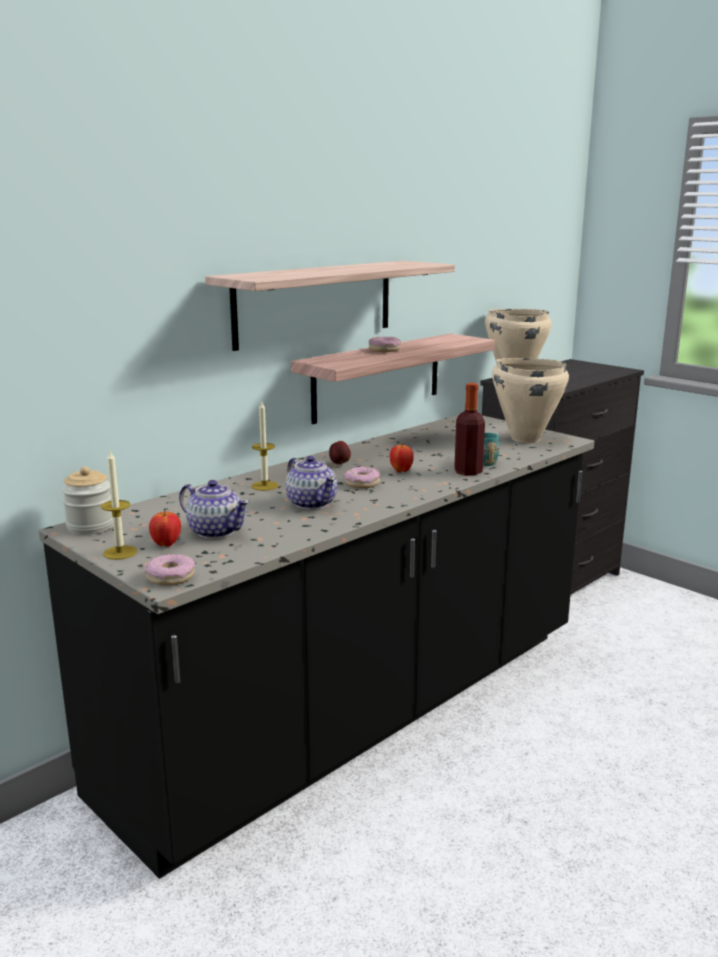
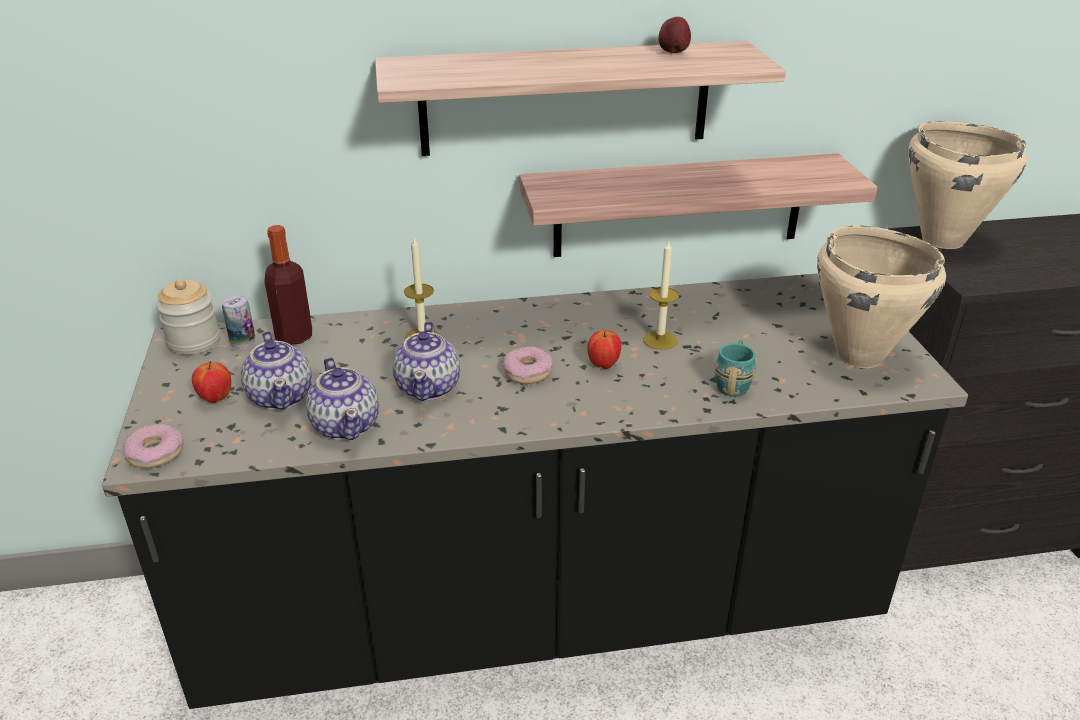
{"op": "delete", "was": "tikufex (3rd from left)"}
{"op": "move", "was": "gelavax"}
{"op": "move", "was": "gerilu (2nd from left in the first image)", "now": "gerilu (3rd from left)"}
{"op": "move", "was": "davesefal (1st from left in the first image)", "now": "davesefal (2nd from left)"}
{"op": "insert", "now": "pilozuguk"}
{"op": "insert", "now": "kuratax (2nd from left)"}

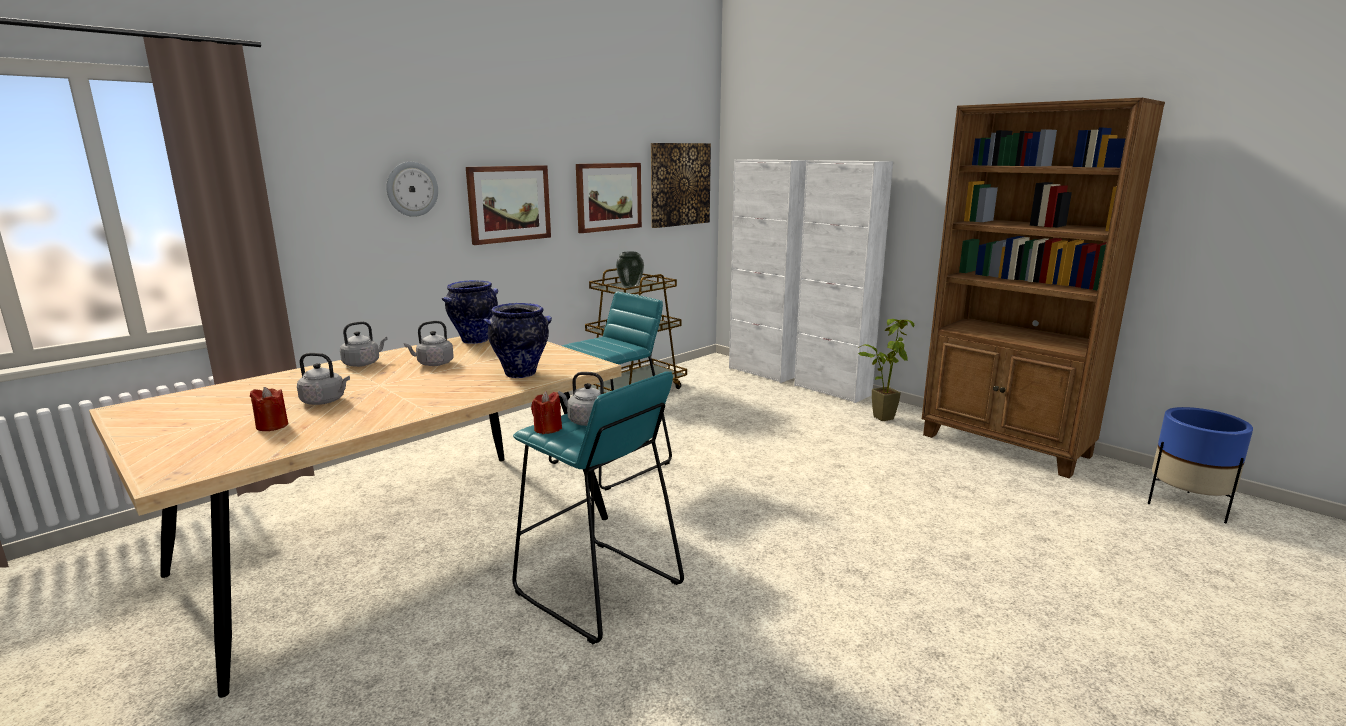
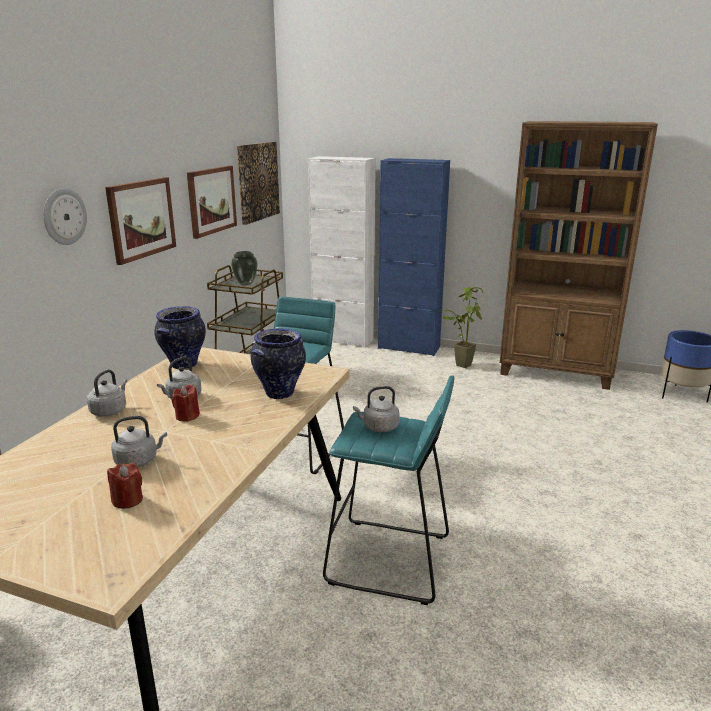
{"op": "recolor", "was": "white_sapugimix (2nd from left)", "now": "blue_sapugimix"}
{"op": "move", "was": "red_davesefal (2nd from left)"}

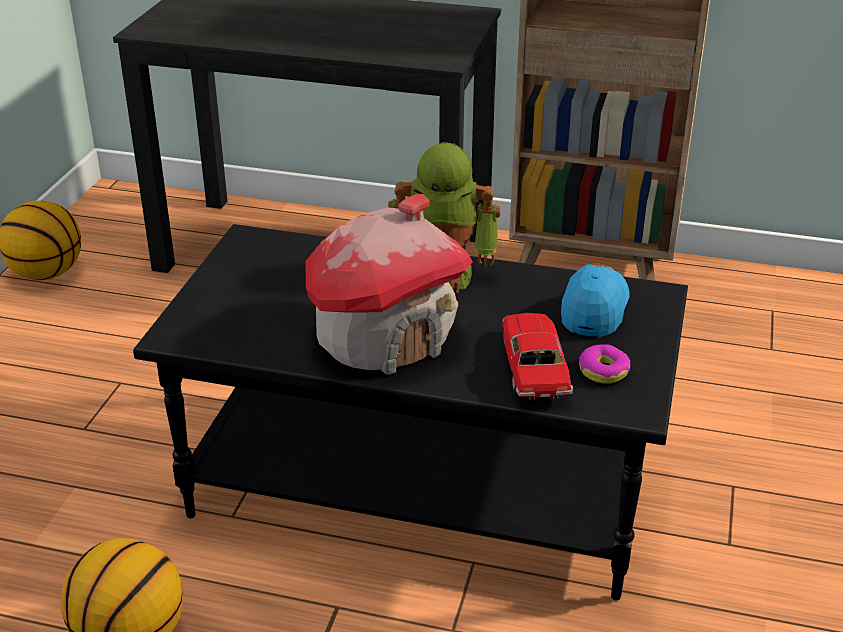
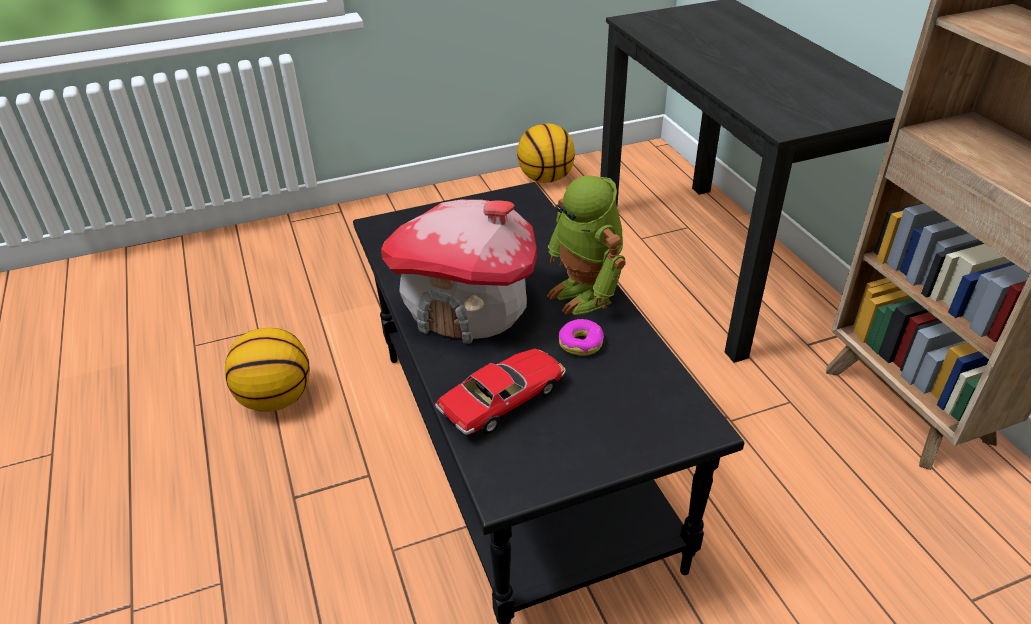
{"op": "delete", "was": "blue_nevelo"}
{"op": "move", "was": "tikufex"}

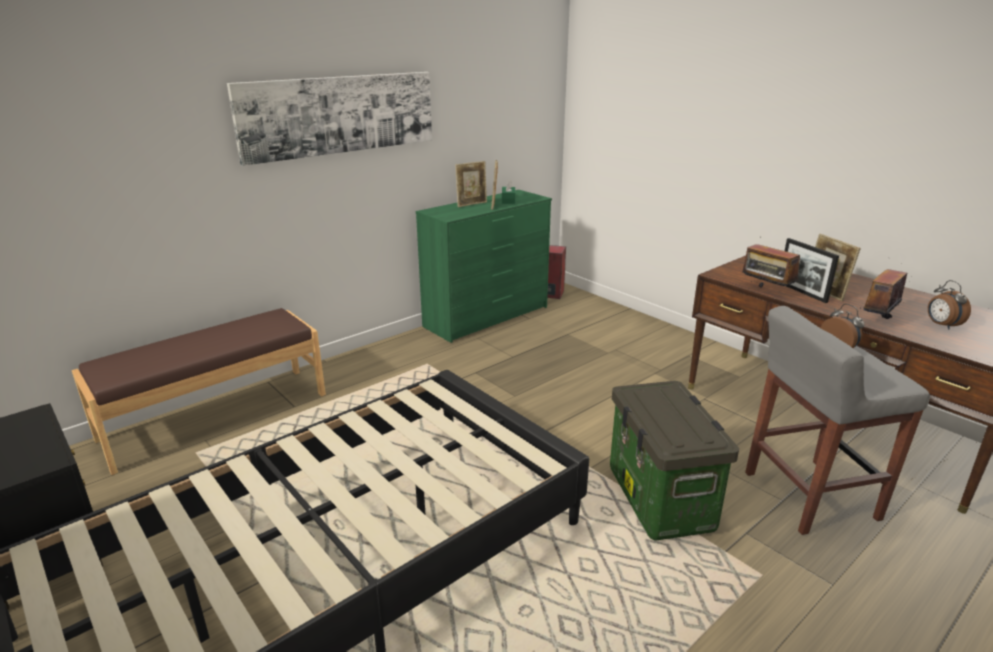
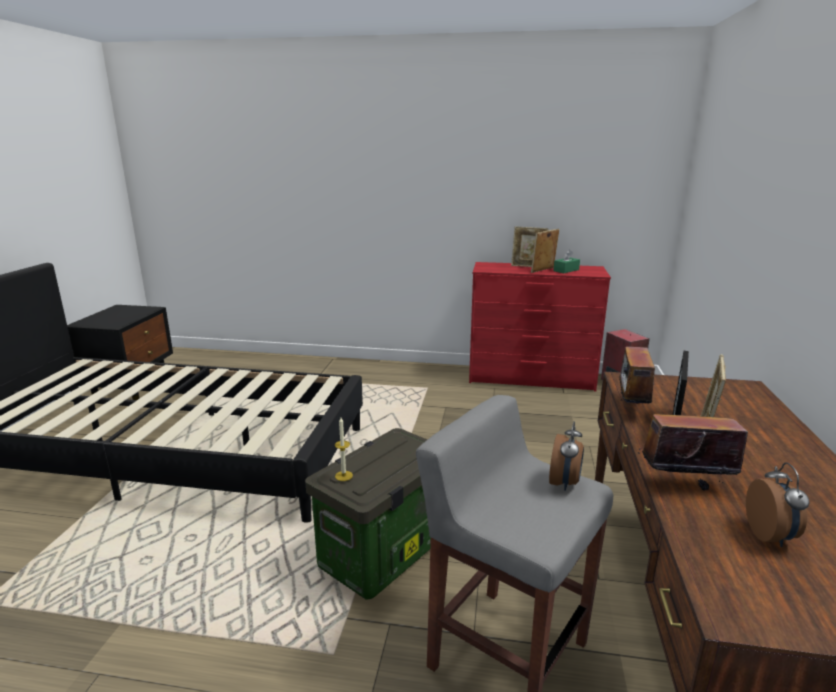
{"op": "delete", "was": "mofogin"}
{"op": "recolor", "was": "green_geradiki", "now": "red_geradiki"}
{"op": "rotate", "was": "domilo (2nd from left)", "clockwise": 150}
{"op": "delete", "was": "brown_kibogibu"}
{"op": "insert", "now": "davesefal"}

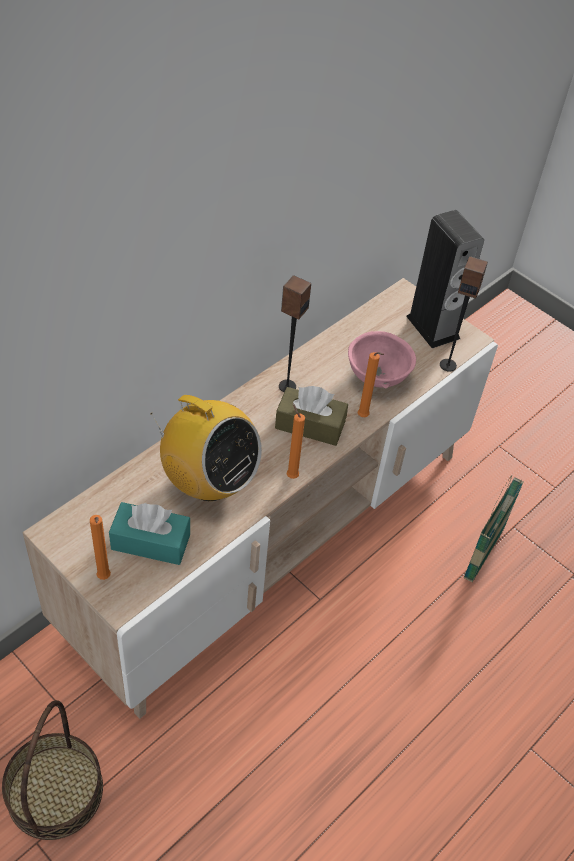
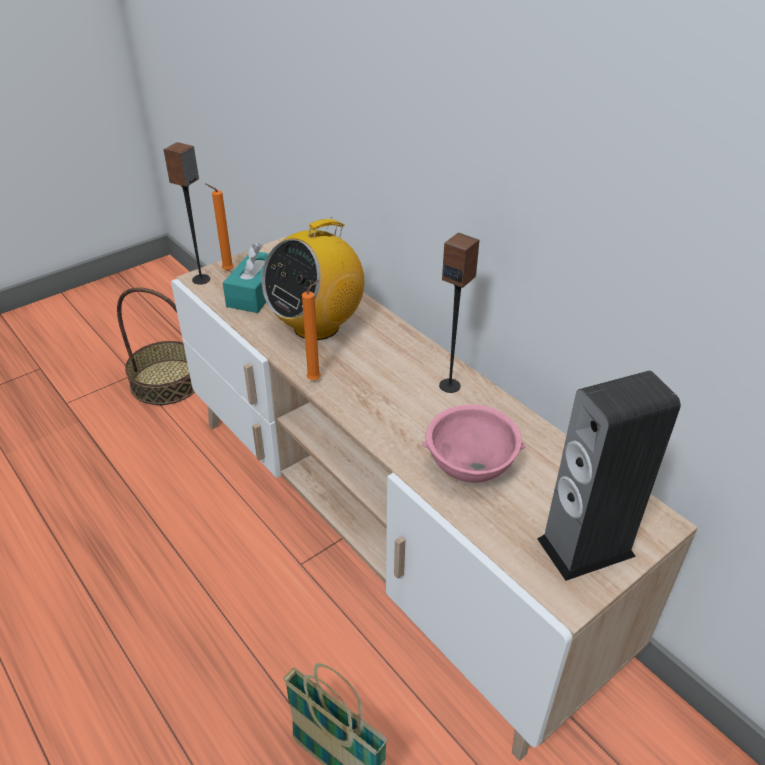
{"op": "move", "was": "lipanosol (3rd from left in the first image)", "now": "lipanosol (1st from left)"}
{"op": "delete", "was": "orange_davesefal (3rd from left)"}
{"op": "delete", "was": "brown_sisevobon"}

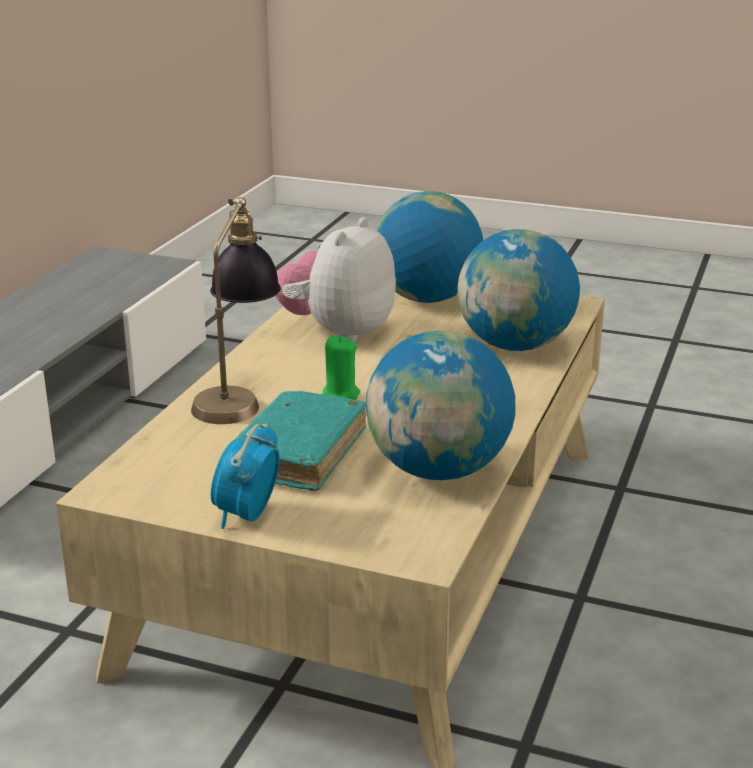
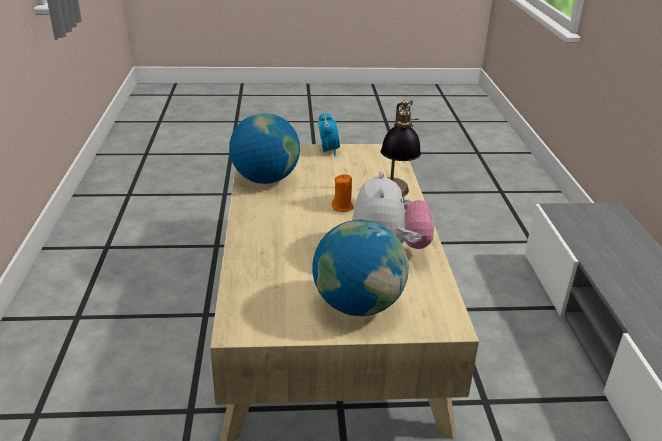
{"op": "delete", "was": "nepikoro (3rd from left)"}
{"op": "recolor", "was": "green_davesefal", "now": "orange_davesefal"}
{"op": "delete", "was": "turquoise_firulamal"}

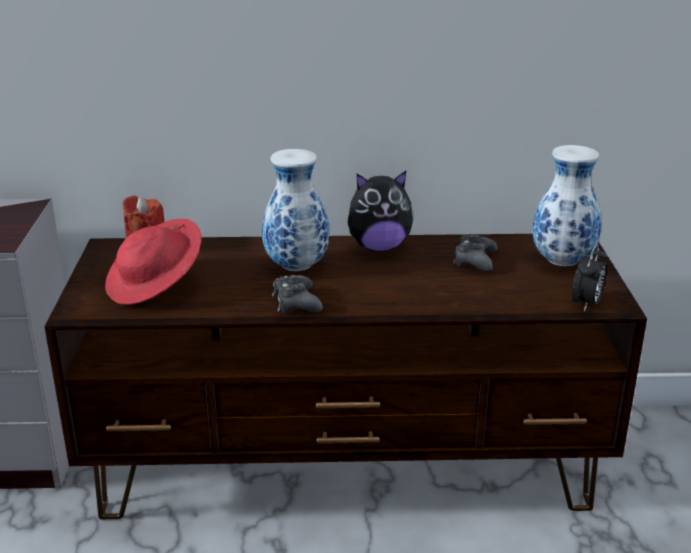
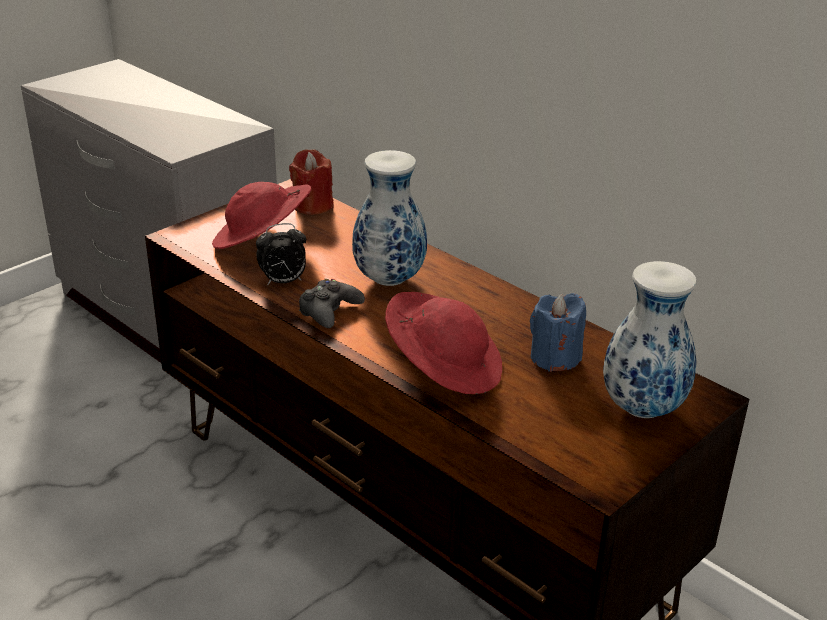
{"op": "delete", "was": "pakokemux"}
{"op": "replace", "was": "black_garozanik (2nd from left)", "now": "blue_davesefal"}
{"op": "move", "was": "domilo"}
{"op": "insert", "now": "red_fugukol (2nd from left)"}

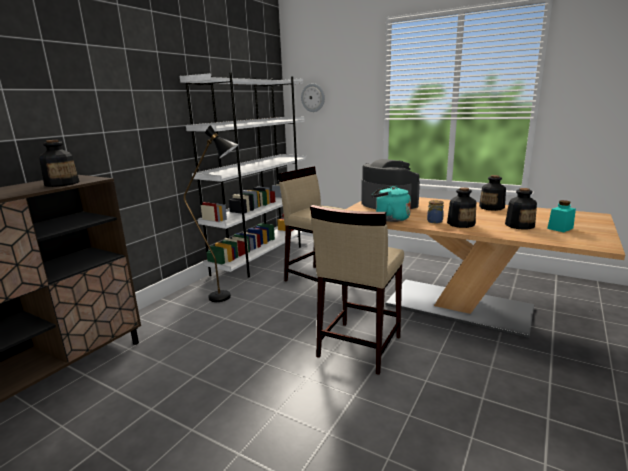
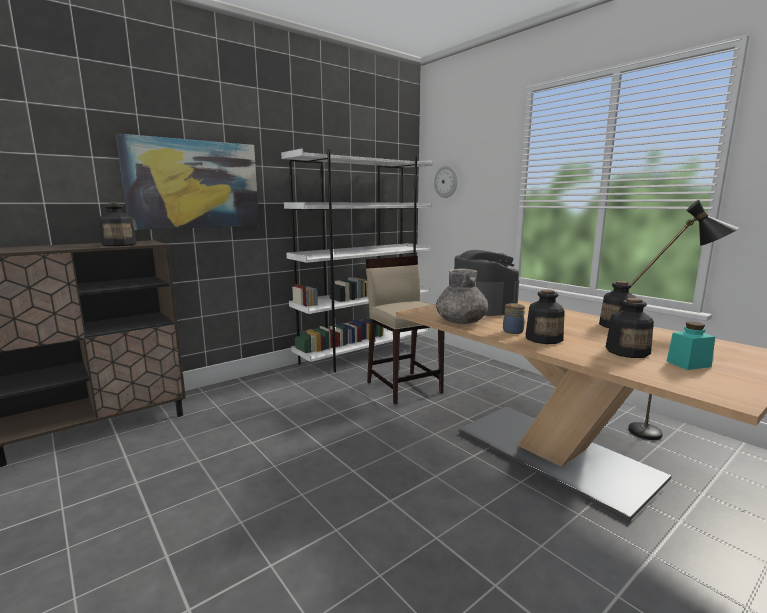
{"op": "move", "was": "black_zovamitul"}
{"op": "replace", "was": "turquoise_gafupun", "now": "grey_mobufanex"}
{"op": "delete", "was": "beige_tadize (2nd from left)"}
{"op": "insert", "now": "mofogin"}

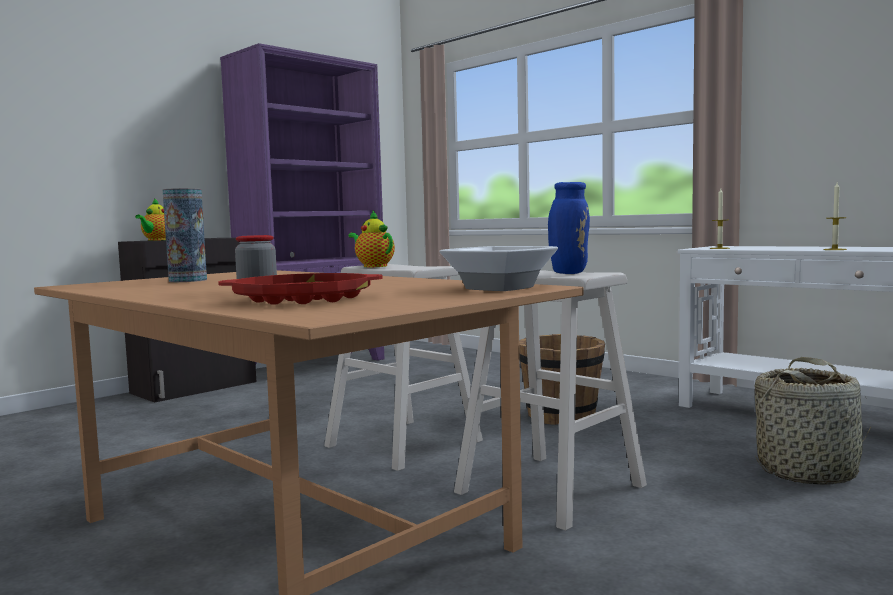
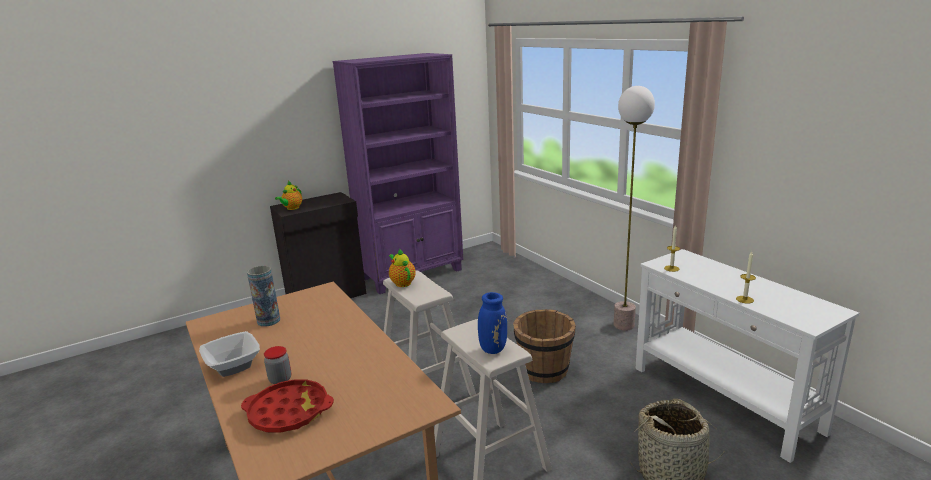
{"op": "move", "was": "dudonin"}
{"op": "insert", "now": "zovamitul"}

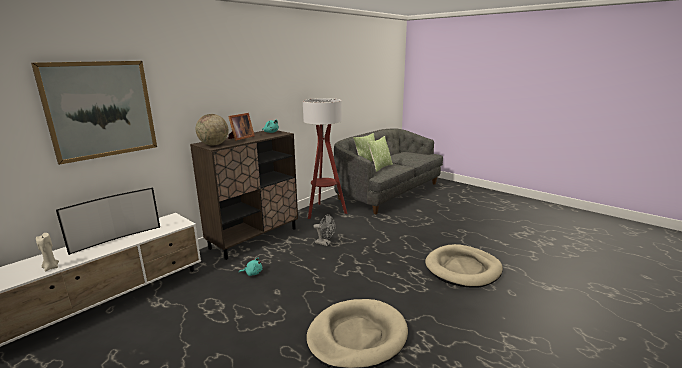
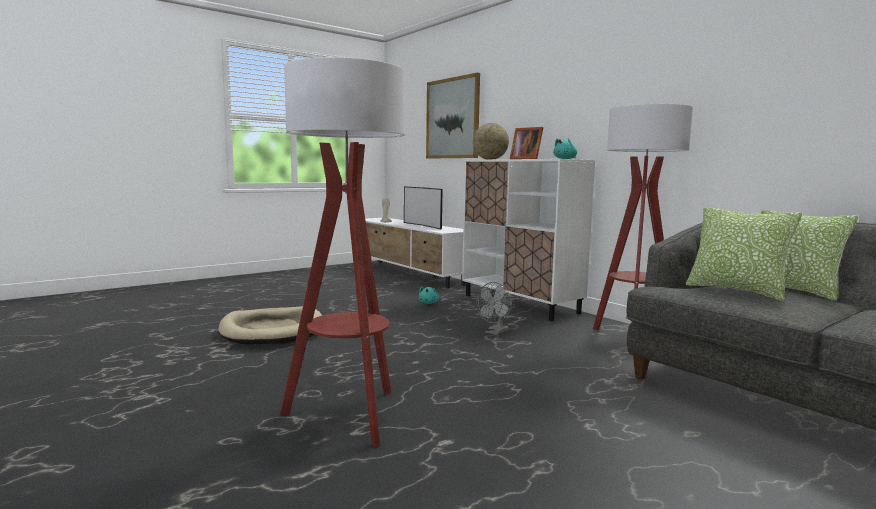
{"op": "recolor", "was": "brown_sapugimix", "now": "white_sapugimix"}
{"op": "replace", "was": "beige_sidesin (2nd from left)", "now": "zovamitul (1st from left)"}

